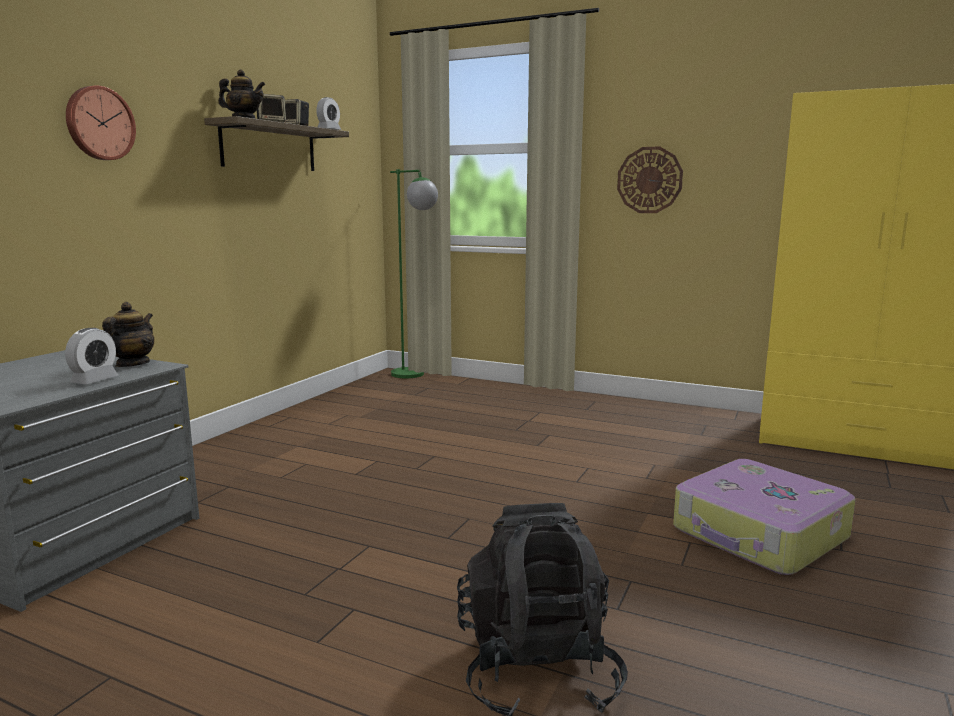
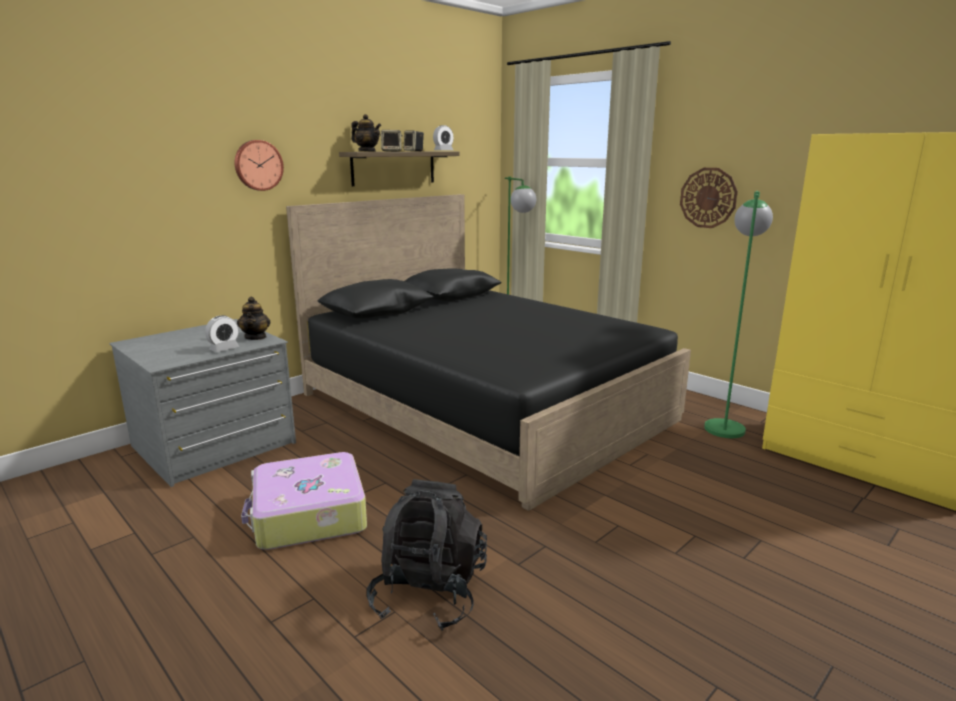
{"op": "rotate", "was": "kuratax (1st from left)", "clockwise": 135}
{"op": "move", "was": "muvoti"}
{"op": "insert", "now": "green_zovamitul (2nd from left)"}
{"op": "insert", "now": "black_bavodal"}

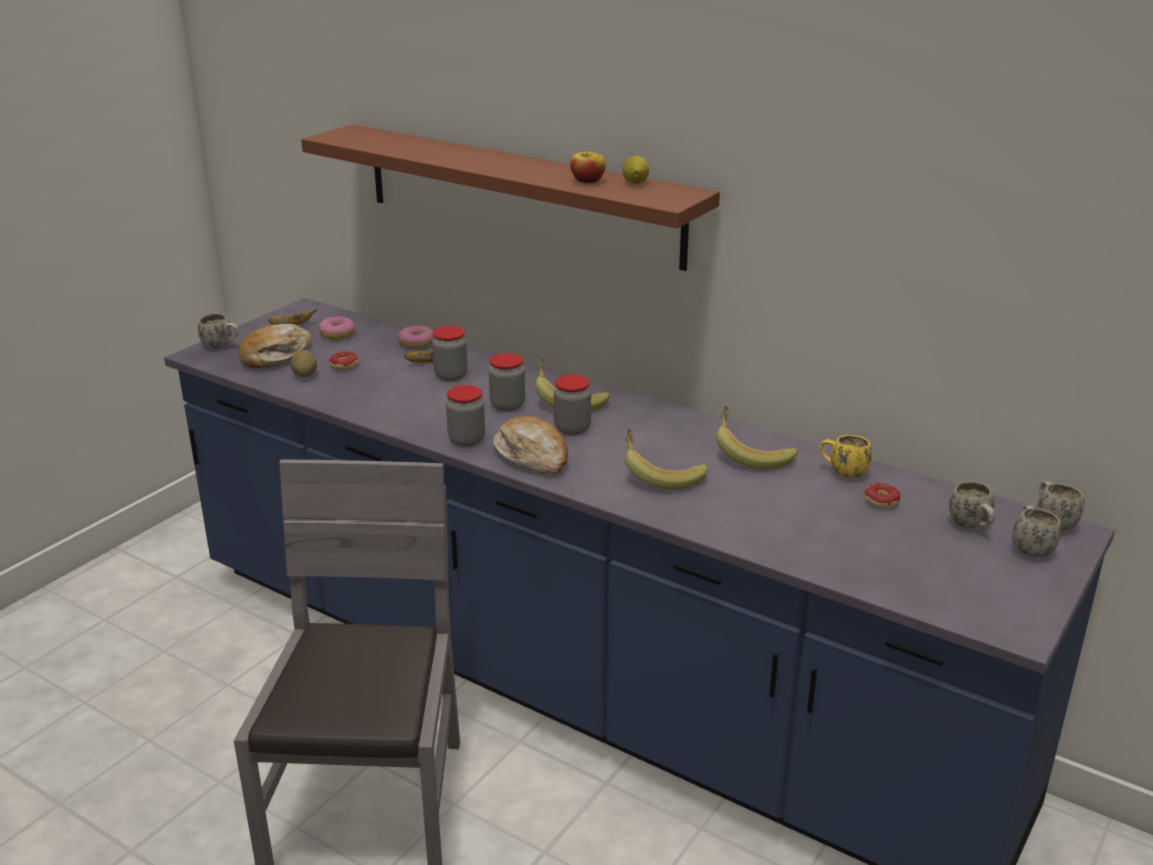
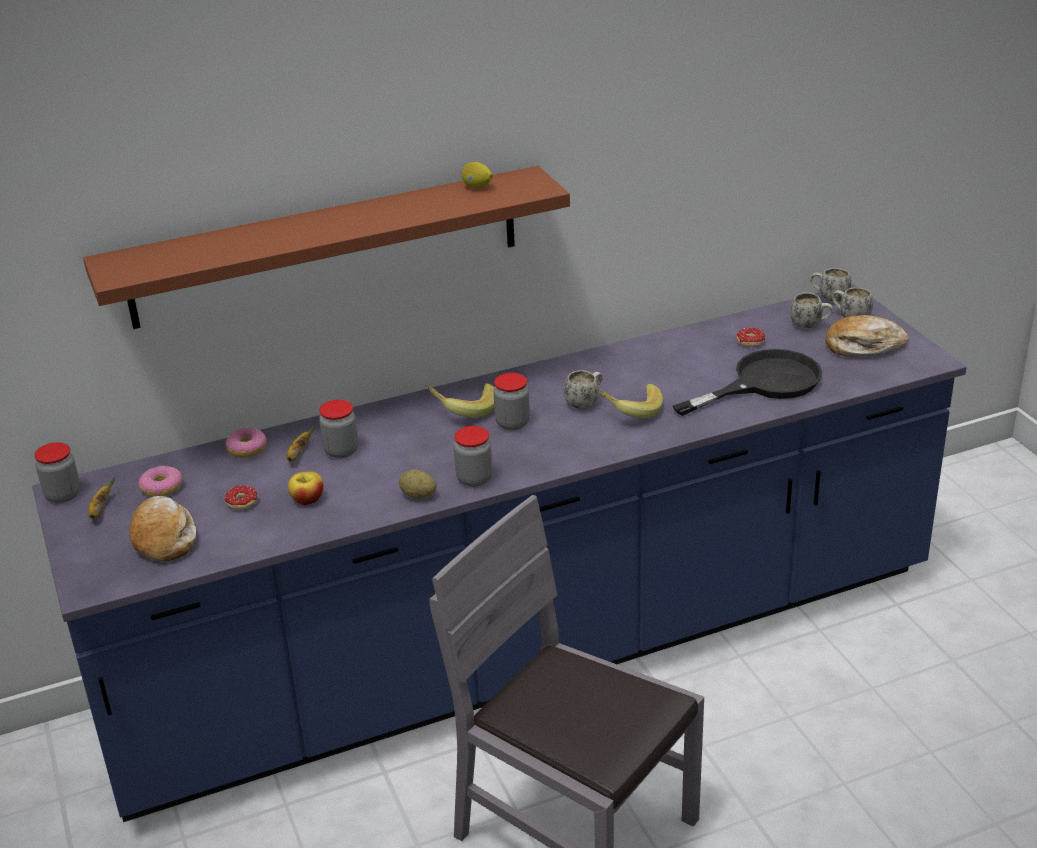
{"op": "move", "was": "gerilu"}
{"op": "move", "was": "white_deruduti (1st from left)"}
{"op": "move", "was": "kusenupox"}
{"op": "move", "was": "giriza (3rd from left in the first image)", "now": "giriza (1st from left)"}
{"op": "delete", "was": "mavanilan (5th from left)"}
{"op": "move", "was": "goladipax (2nd from left)"}
{"op": "delete", "was": "yellow_deruduti"}
{"op": "insert", "now": "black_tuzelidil"}

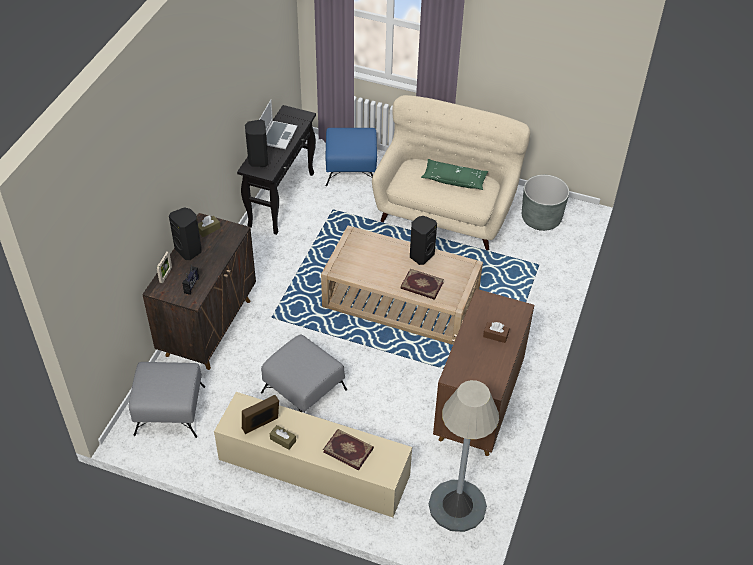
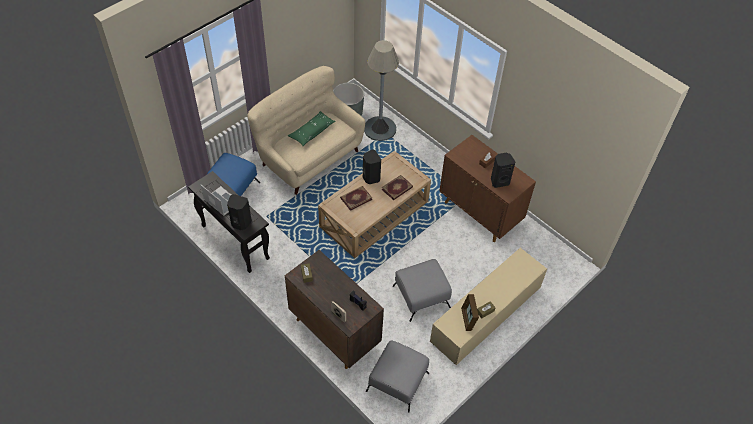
{"op": "move", "was": "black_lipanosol (1st from left in the first image)", "now": "black_lipanosol (3rd from left)"}
{"op": "move", "was": "grey_zovamitul"}
{"op": "move", "was": "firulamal (1st from left)"}

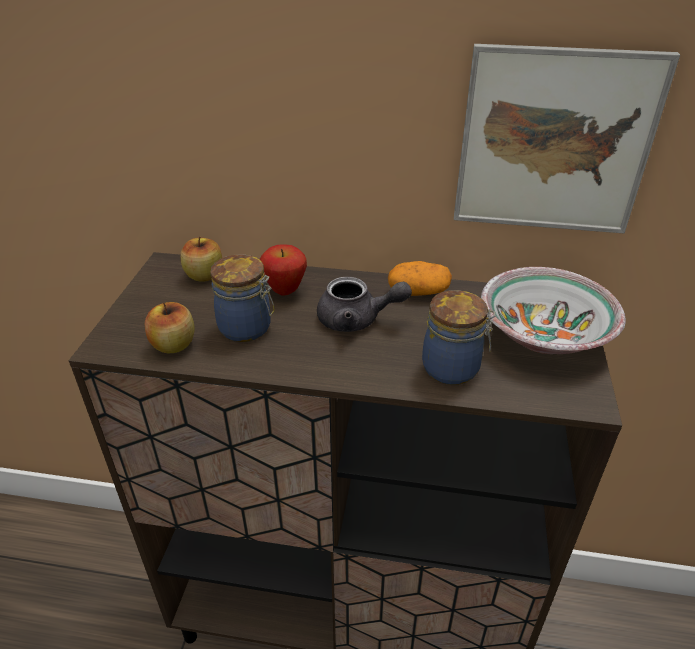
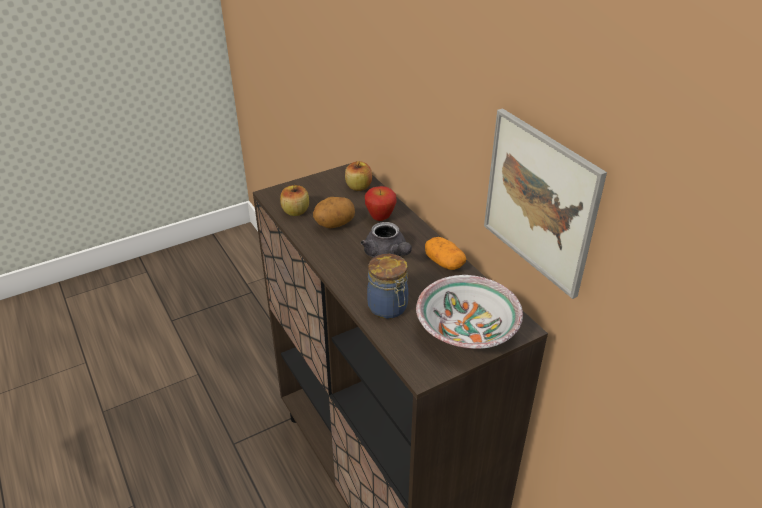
{"op": "replace", "was": "giriza (1st from left)", "now": "kusenupox (1st from left)"}

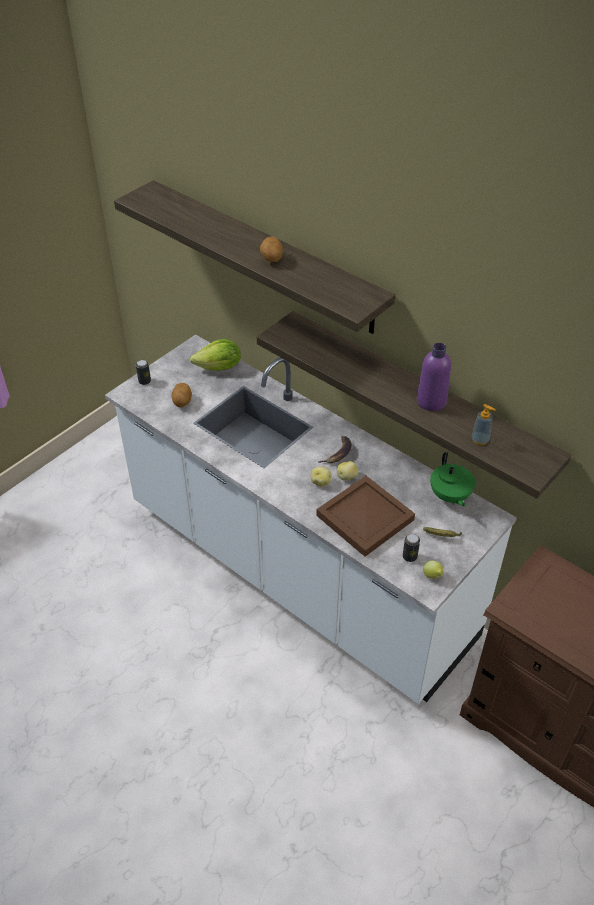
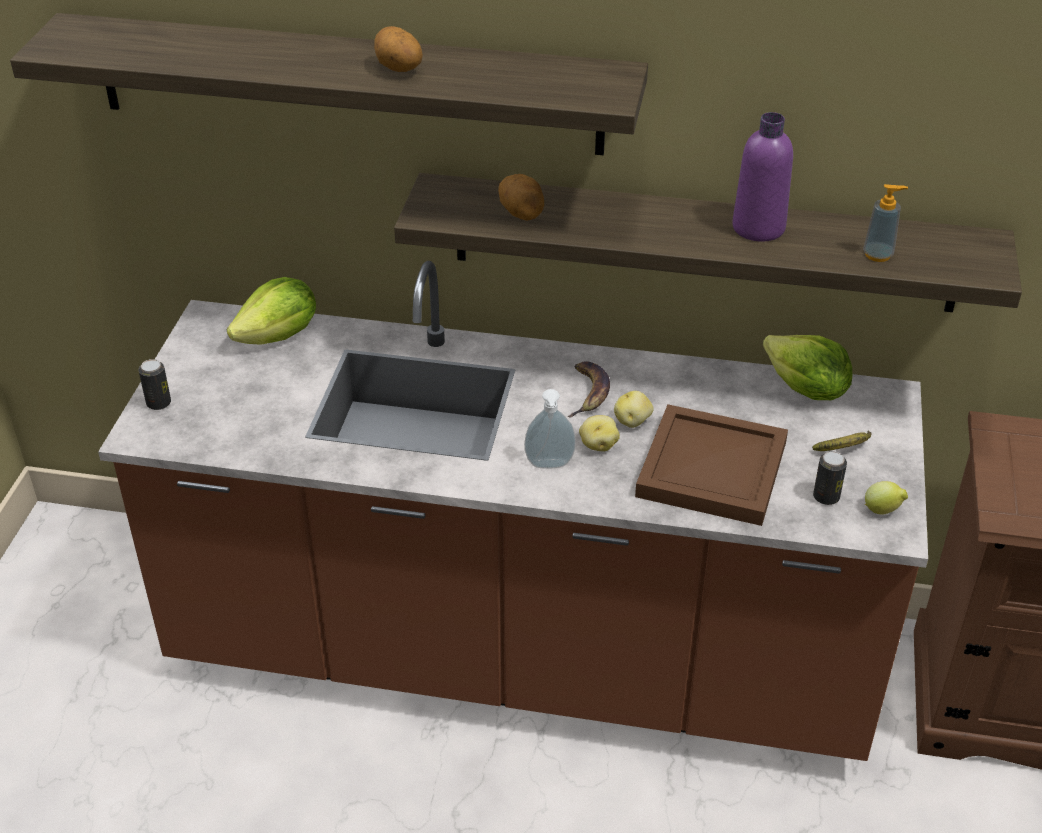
{"op": "recolor", "was": "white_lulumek", "now": "brown_lulumek"}
{"op": "move", "was": "kusenupox (1st from left in the first image)", "now": "kusenupox (2nd from left)"}
{"op": "replace", "was": "green_kuratax", "now": "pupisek (2nd from left)"}
{"op": "insert", "now": "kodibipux (1st from left)"}

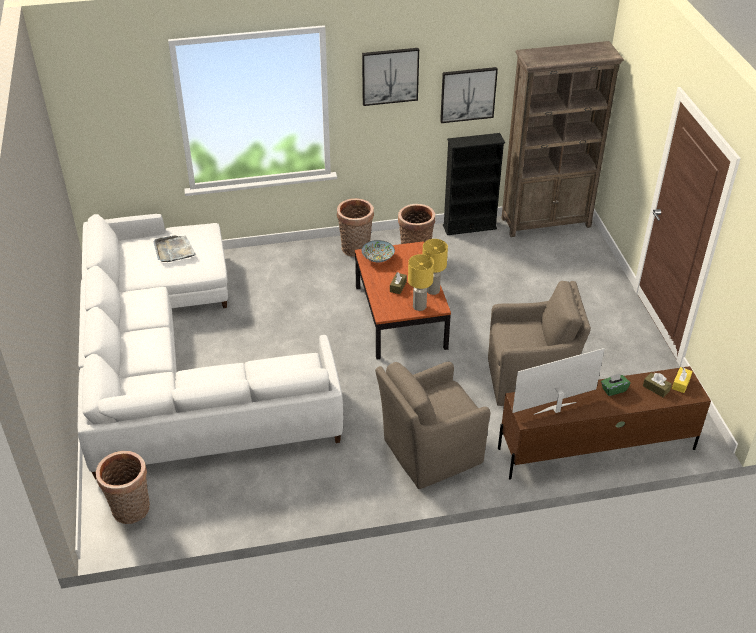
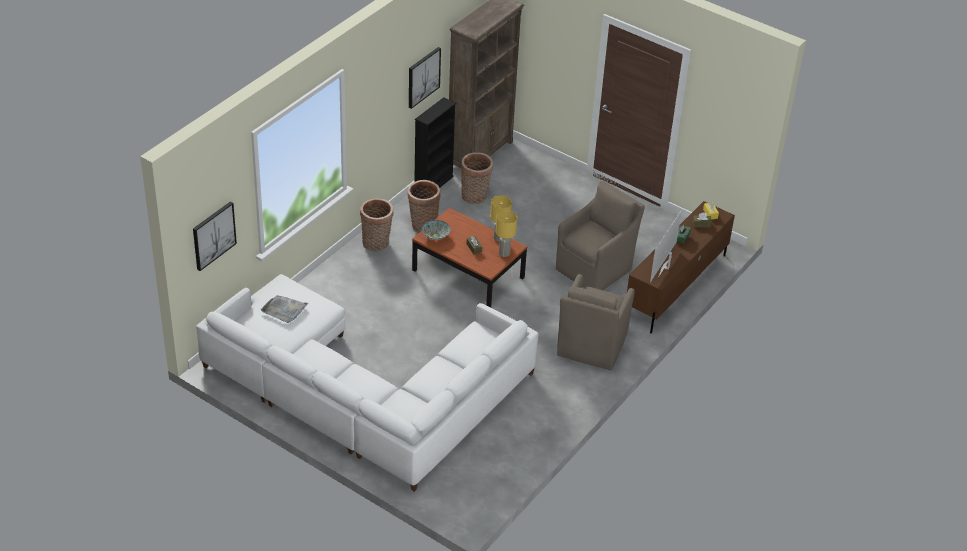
{"op": "move", "was": "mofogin (1st from left)"}
{"op": "move", "was": "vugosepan (1st from left in the first image)", "now": "vugosepan (3rd from left)"}

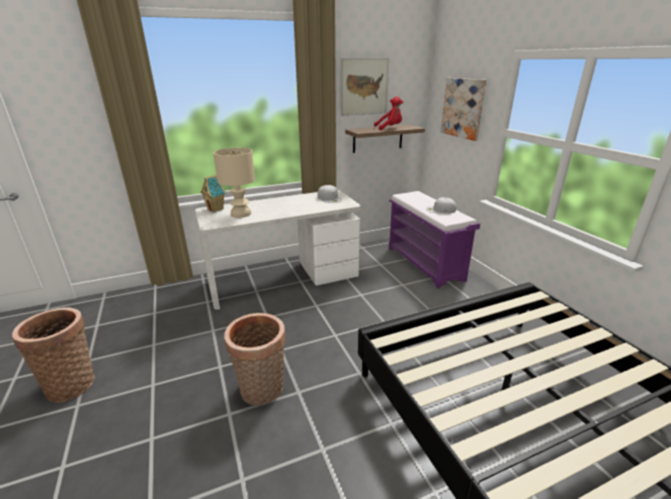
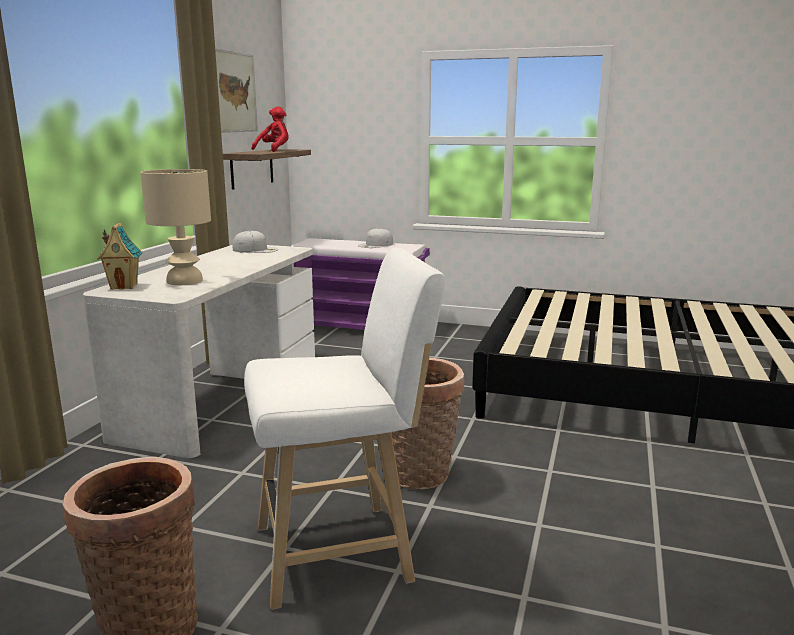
{"op": "delete", "was": "mofogin (2nd from left)"}
{"op": "insert", "now": "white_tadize"}

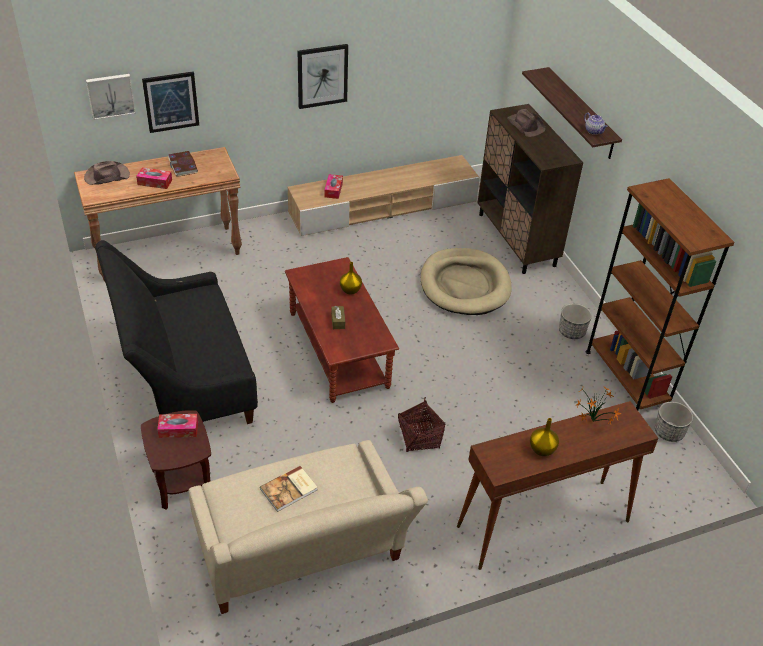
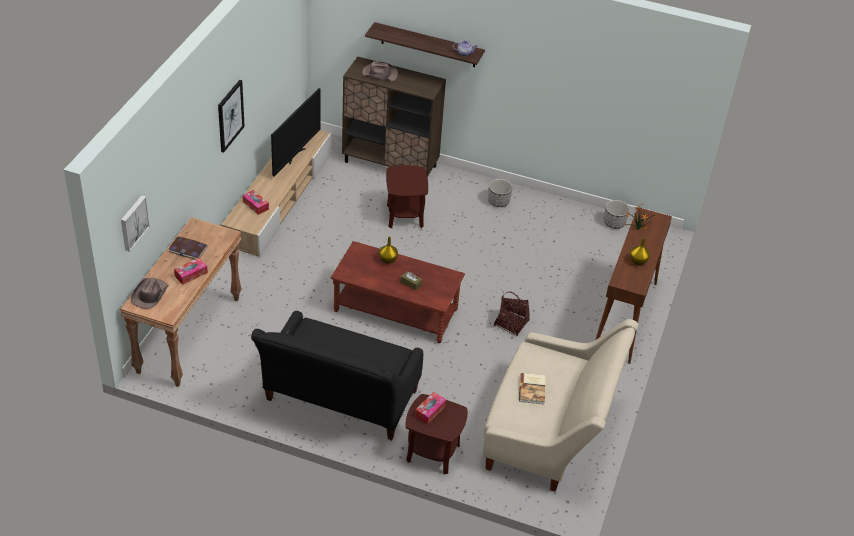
{"op": "delete", "was": "mofogin (2nd from left)"}
{"op": "delete", "was": "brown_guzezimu"}
{"op": "replace", "was": "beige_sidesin", "now": "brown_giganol (1st from left)"}
{"op": "insert", "now": "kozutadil"}

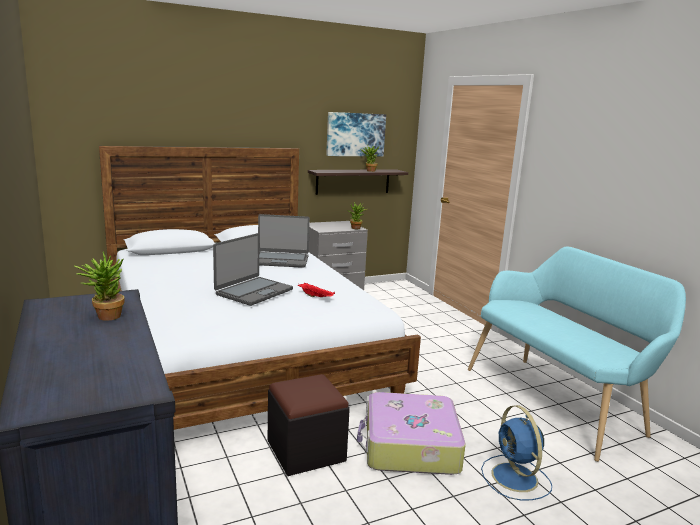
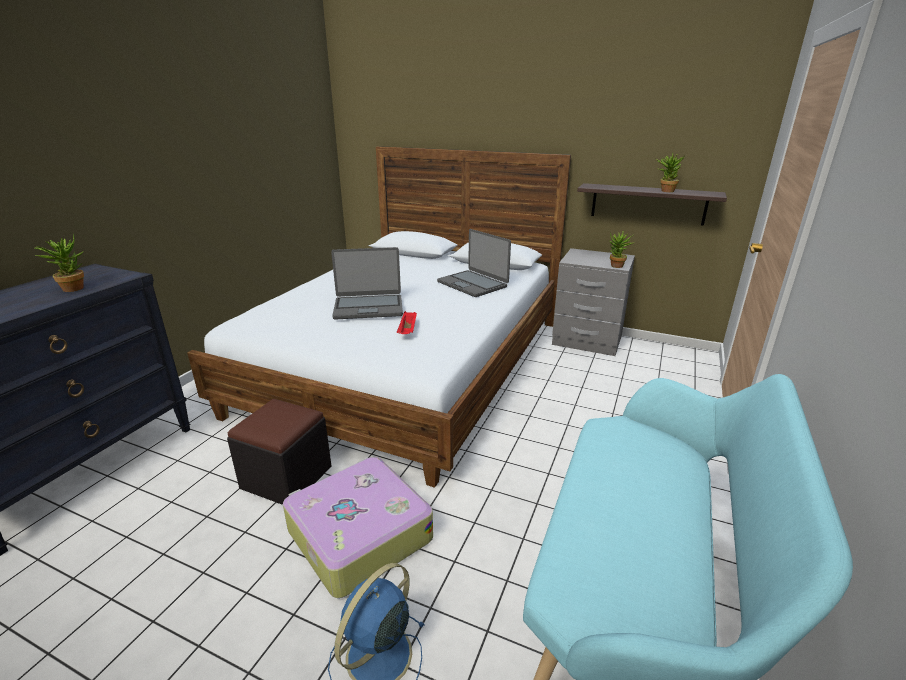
{"op": "delete", "was": "mofogin"}

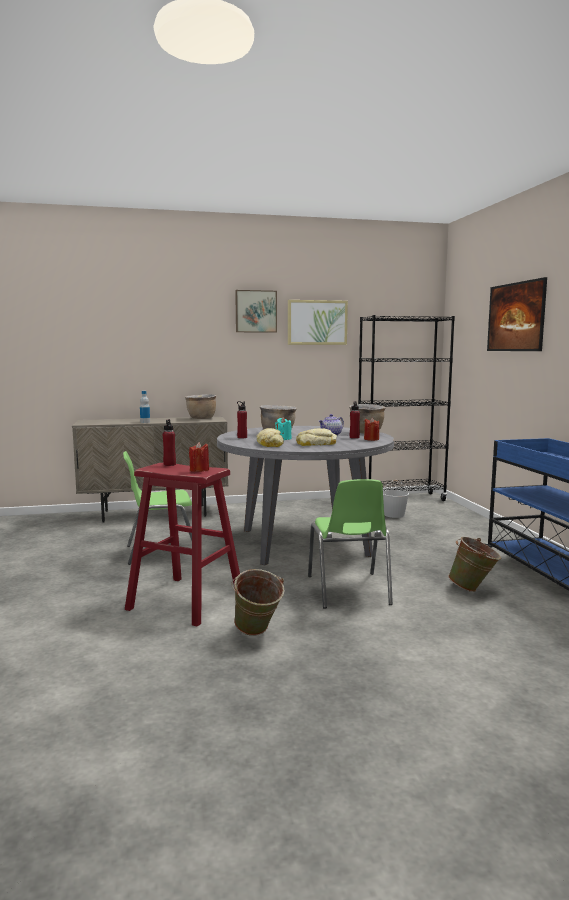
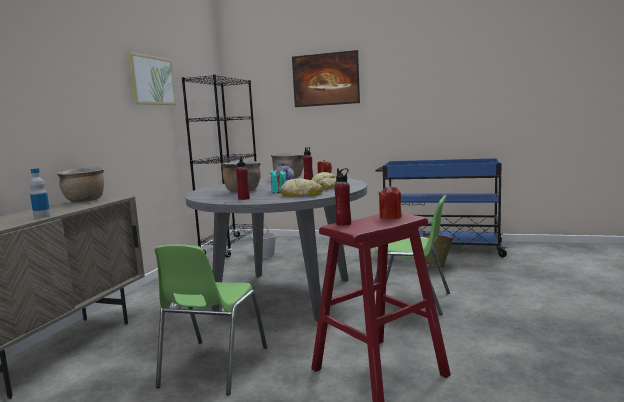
{"op": "delete", "was": "mofogin (1st from left)"}
{"op": "delete", "was": "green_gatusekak (1st from left)"}

